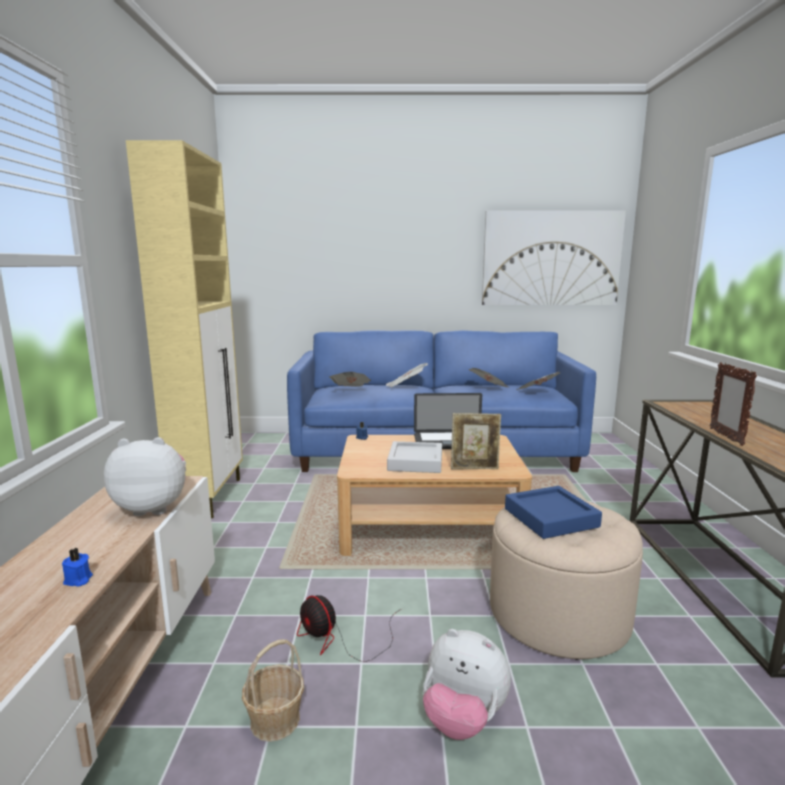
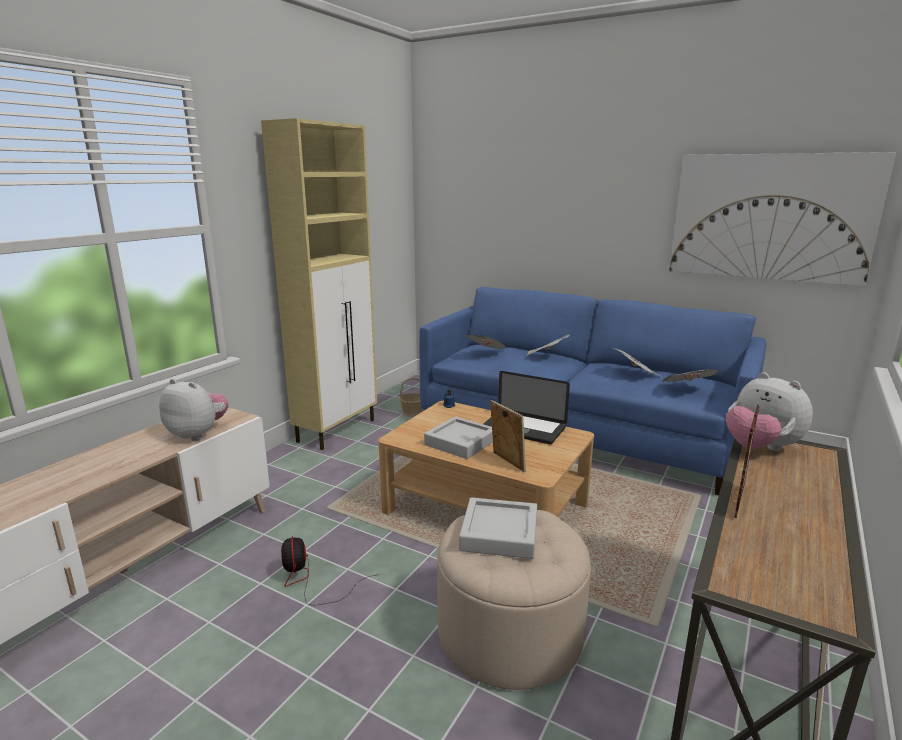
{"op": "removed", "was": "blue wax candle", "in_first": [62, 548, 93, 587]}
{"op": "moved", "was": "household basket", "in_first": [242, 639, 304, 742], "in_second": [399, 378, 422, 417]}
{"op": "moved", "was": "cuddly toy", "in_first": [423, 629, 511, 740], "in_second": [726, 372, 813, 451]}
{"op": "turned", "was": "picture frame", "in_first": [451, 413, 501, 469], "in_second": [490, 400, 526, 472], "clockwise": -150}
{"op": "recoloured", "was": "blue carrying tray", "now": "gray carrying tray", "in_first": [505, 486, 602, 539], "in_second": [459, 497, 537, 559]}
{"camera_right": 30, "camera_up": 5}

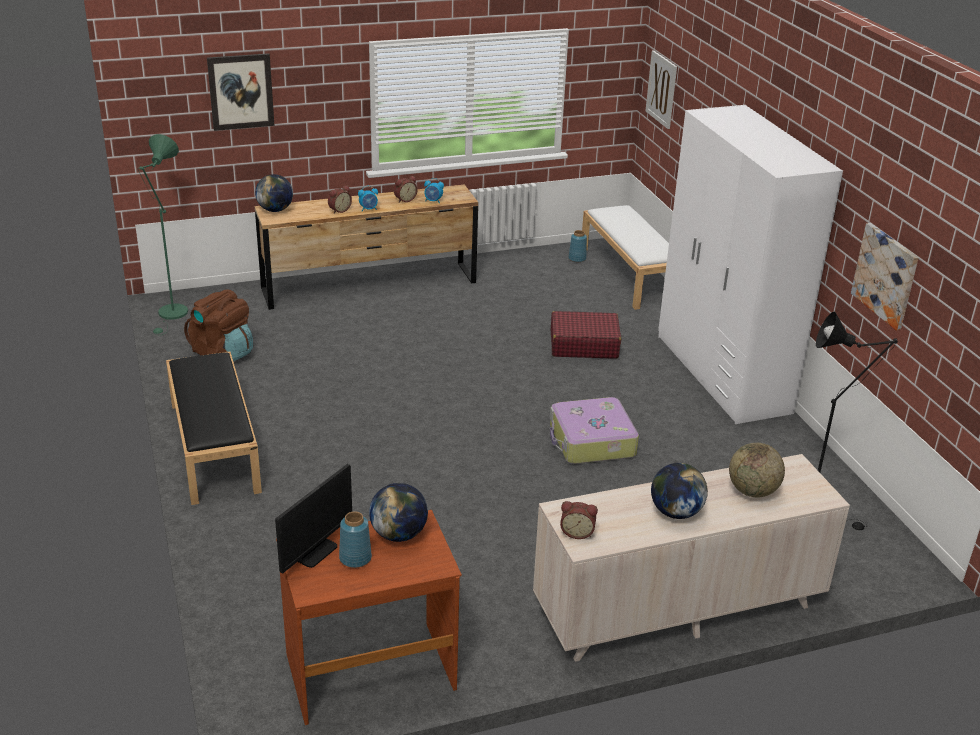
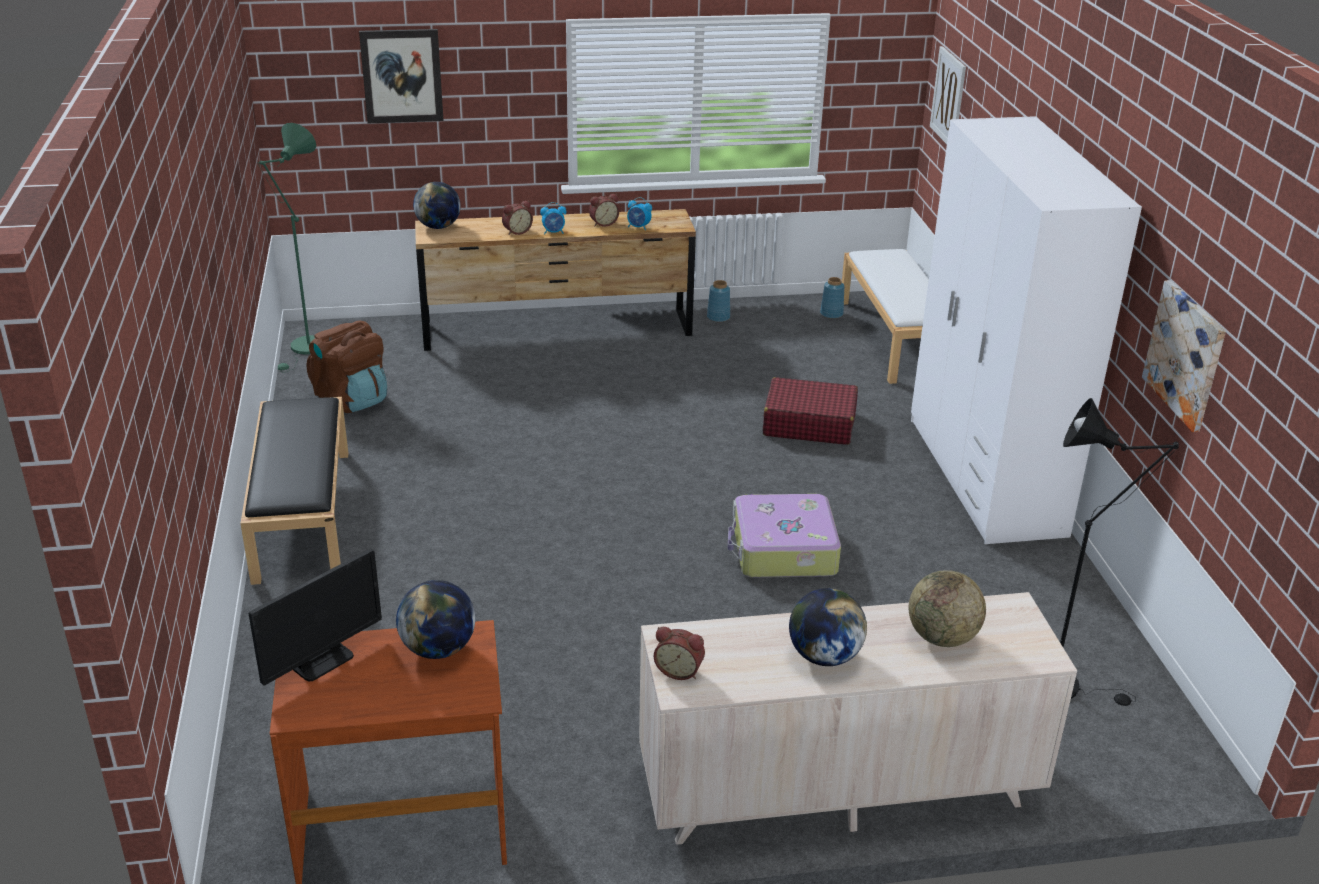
{"op": "moved", "was": "blue decorative vase", "in_first": [339, 511, 372, 568], "in_second": [707, 280, 730, 322]}
{"camera_right": 10, "camera_up": 0}

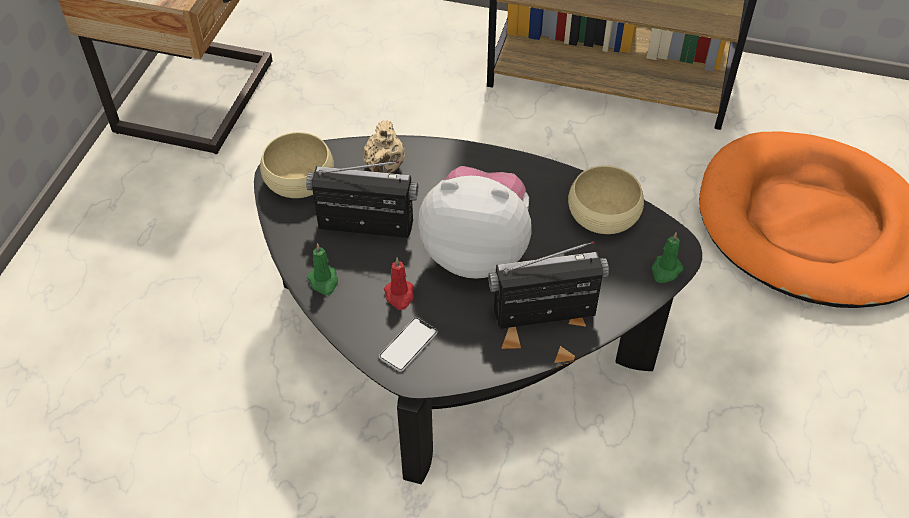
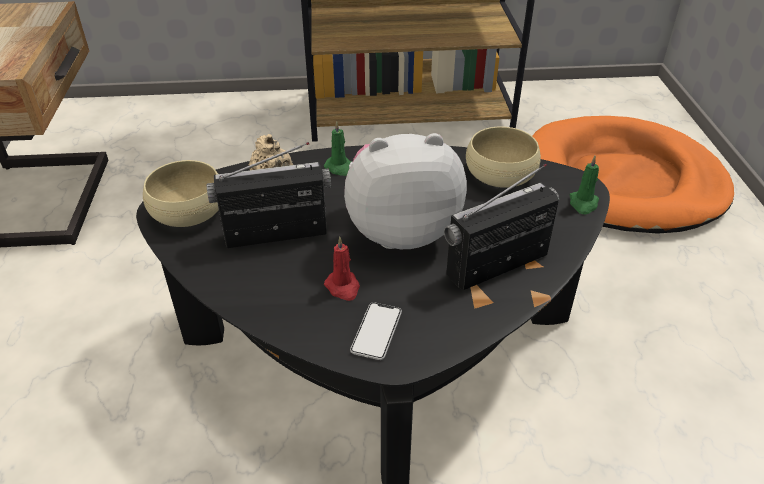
{"op": "moved", "was": "green-coloured wax candle", "in_first": [307, 243, 338, 295], "in_second": [324, 121, 351, 176]}
{"camera_right": -20, "camera_up": -10}

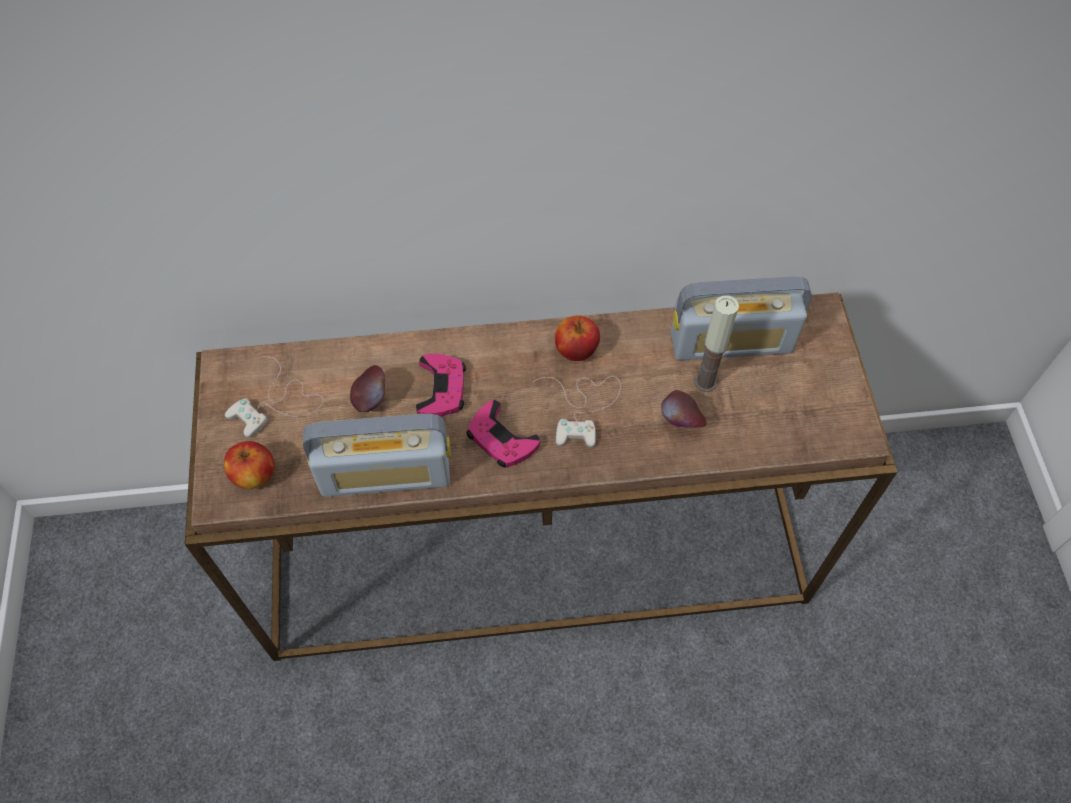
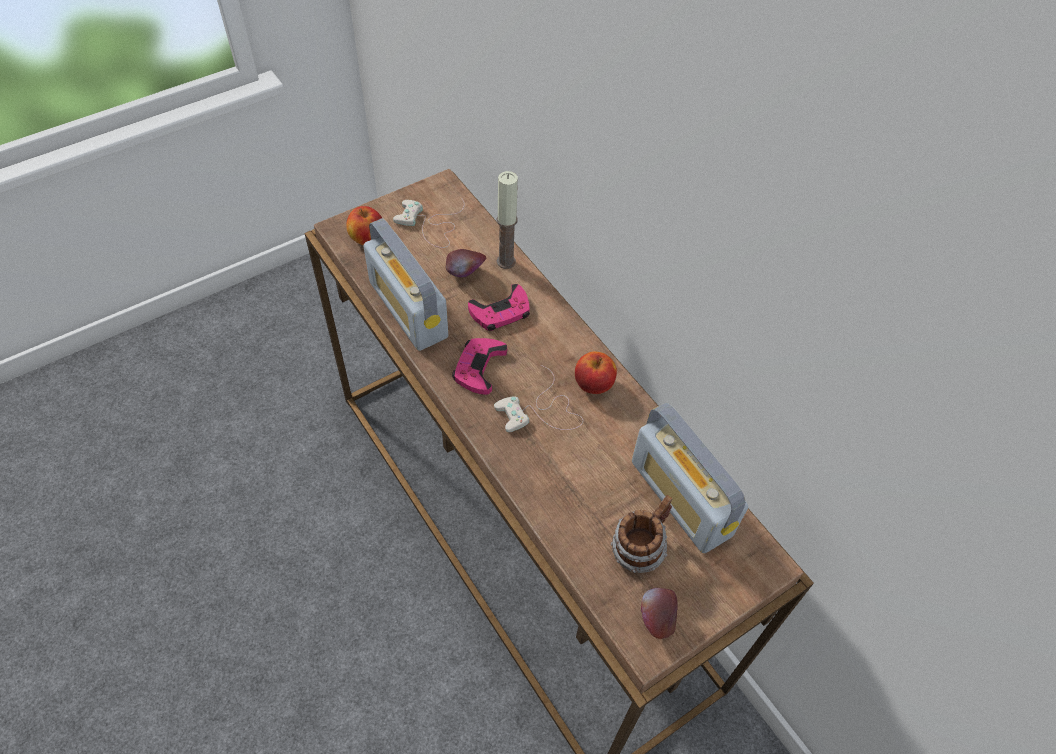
{"op": "moved", "was": "apple fruit", "in_first": [661, 390, 706, 428], "in_second": [641, 588, 678, 639]}
{"op": "moved", "was": "wax candle", "in_first": [694, 295, 739, 392], "in_second": [497, 171, 518, 269]}
{"op": "added", "now": "coffee mug", "in_second": [611, 495, 673, 573]}
{"camera_right": 60, "camera_up": -5}

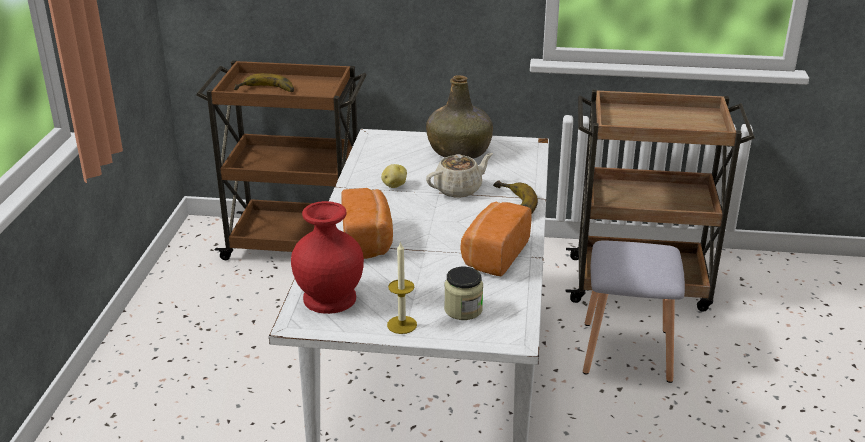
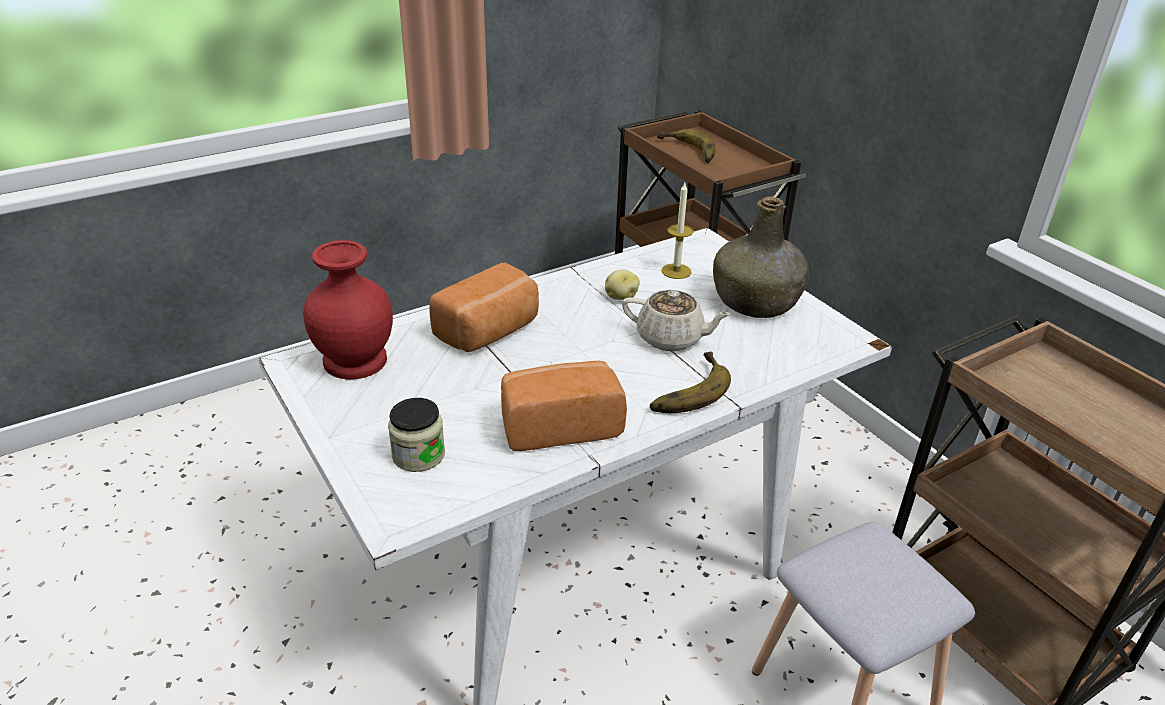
{"op": "moved", "was": "wax candle", "in_first": [387, 241, 417, 334], "in_second": [662, 183, 693, 279]}
{"camera_right": 50, "camera_up": 5}

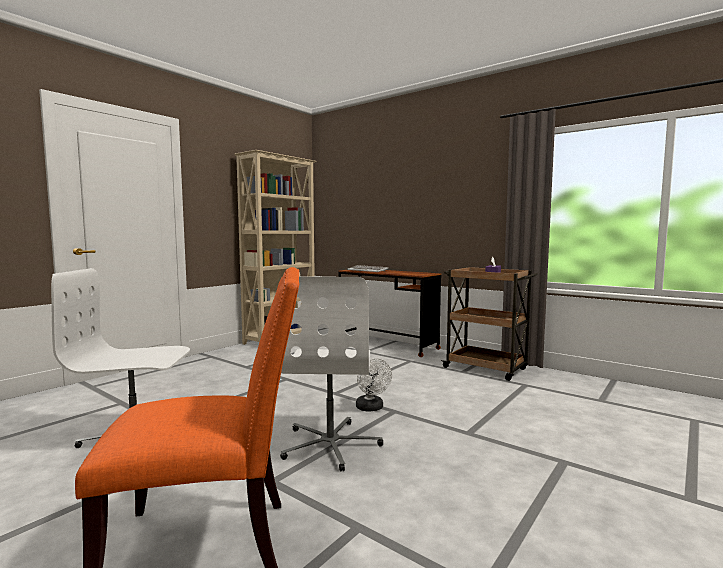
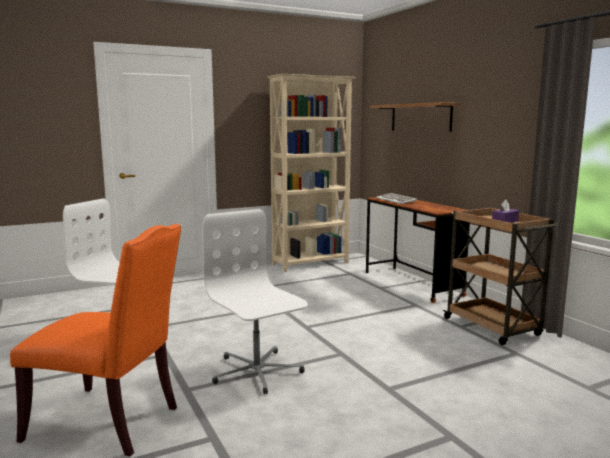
{"op": "turned", "was": "white-coloured office chair", "in_first": [280, 277, 383, 471], "in_second": [202, 209, 308, 394], "clockwise": 120}
{"op": "removed", "was": "white-coloured fan", "in_first": [356, 358, 392, 412]}
{"op": "added", "now": "shelf", "in_second": [370, 102, 461, 132]}
{"camera_right": 25, "camera_up": 5}

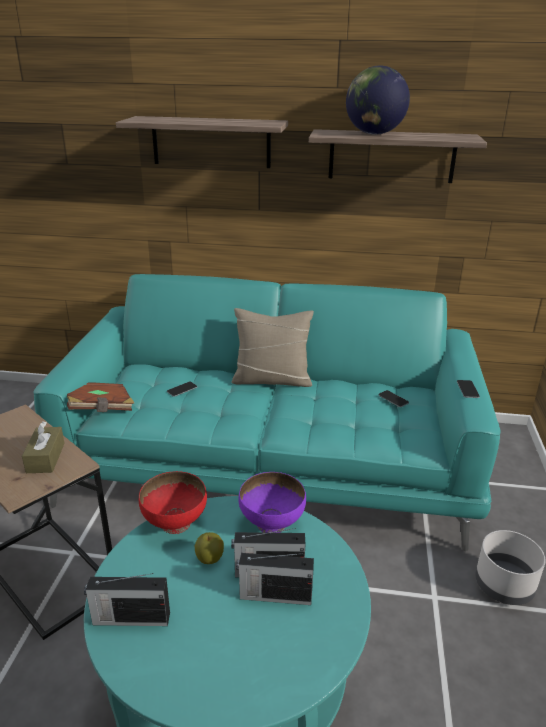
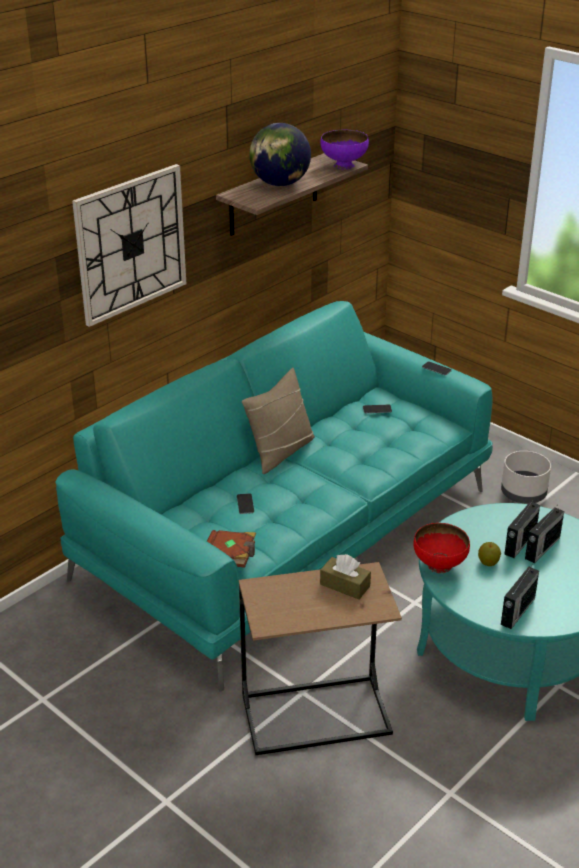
{"op": "replaced", "was": "shelf", "now": "wall clock", "in_first": [116, 116, 288, 168], "in_second": [72, 164, 186, 327]}
{"op": "moved", "was": "purplish deep dish", "in_first": [238, 472, 306, 533], "in_second": [320, 130, 369, 169]}
{"camera_right": -55, "camera_up": 5}

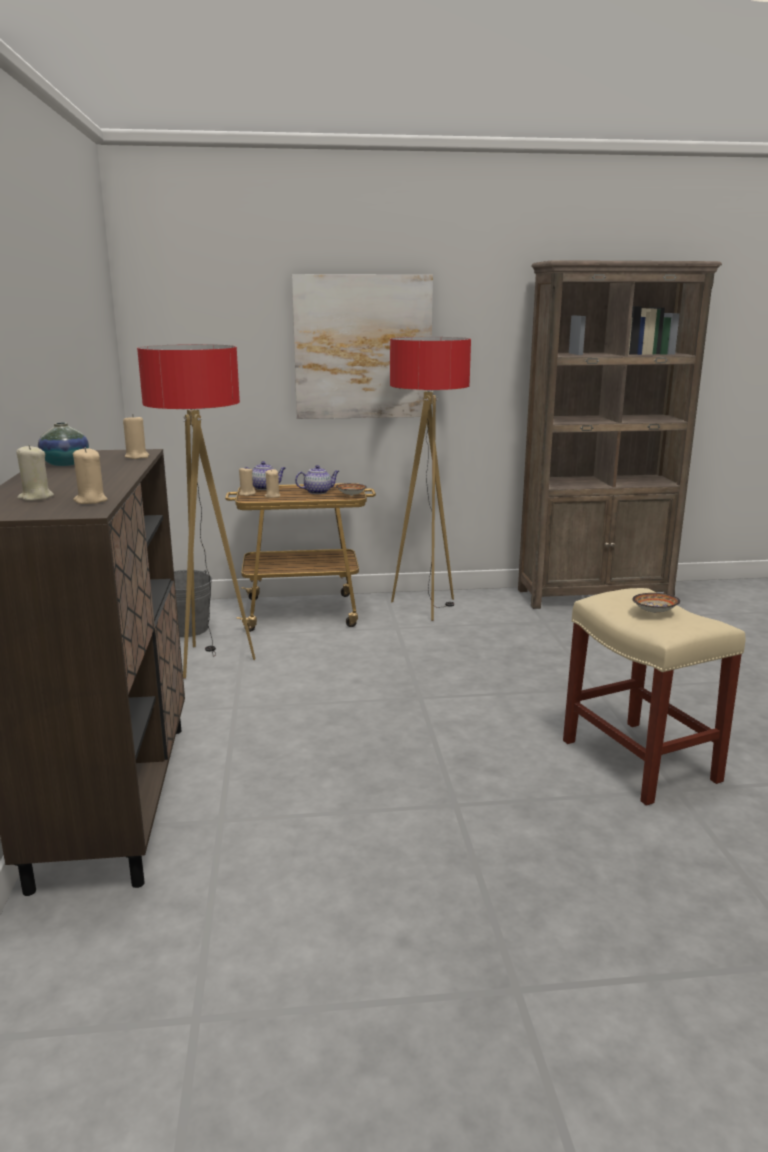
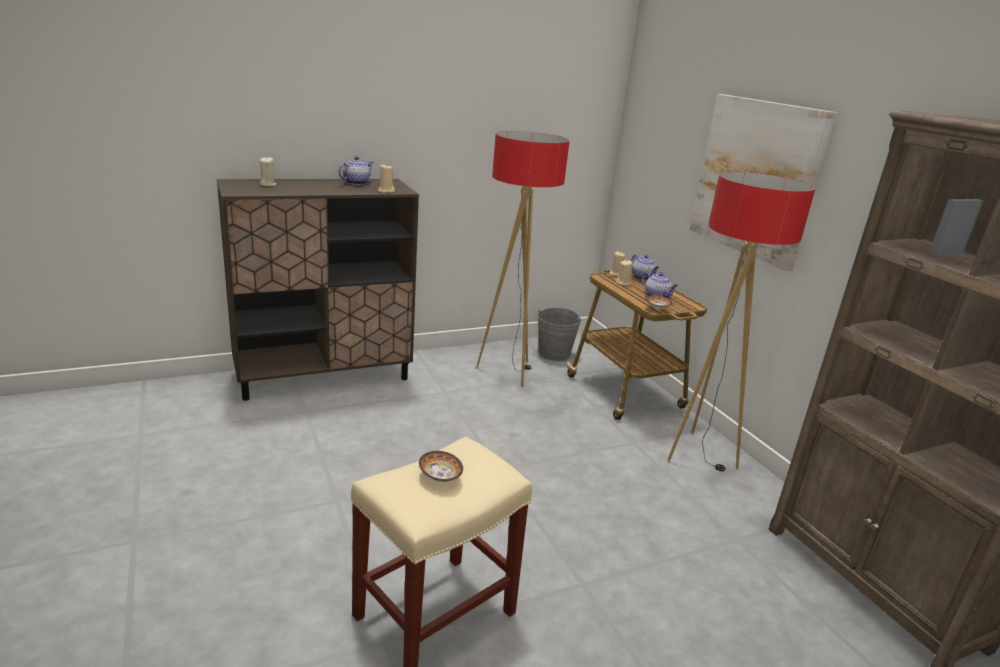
{"op": "replaced", "was": "decorative vase", "now": "tea pot", "in_first": [38, 422, 89, 466], "in_second": [338, 156, 373, 185]}
{"op": "removed", "was": "beige wax candle", "in_first": [73, 447, 108, 504]}
{"camera_right": 70, "camera_up": 5}

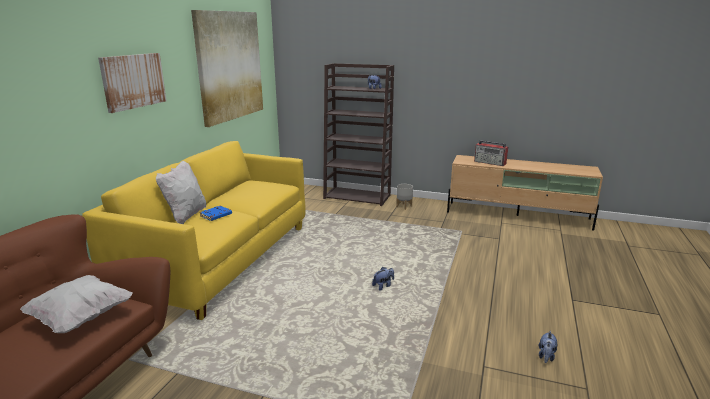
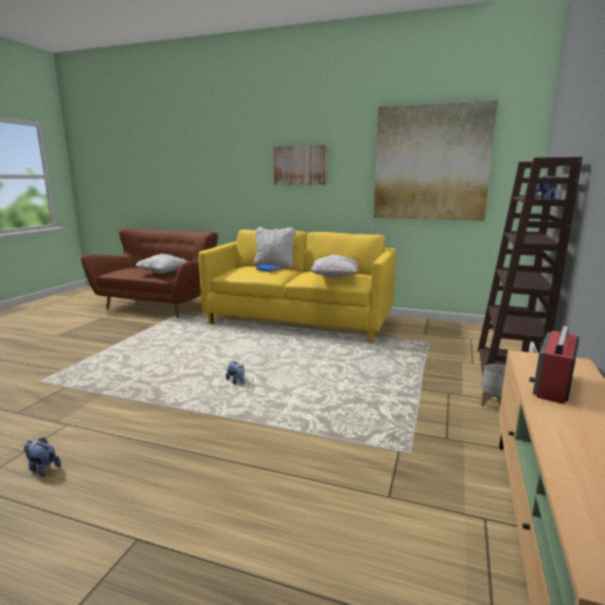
{"op": "added", "now": "white-coloured cushion", "in_second": [310, 255, 359, 278]}
{"camera_right": 90, "camera_up": -5}

